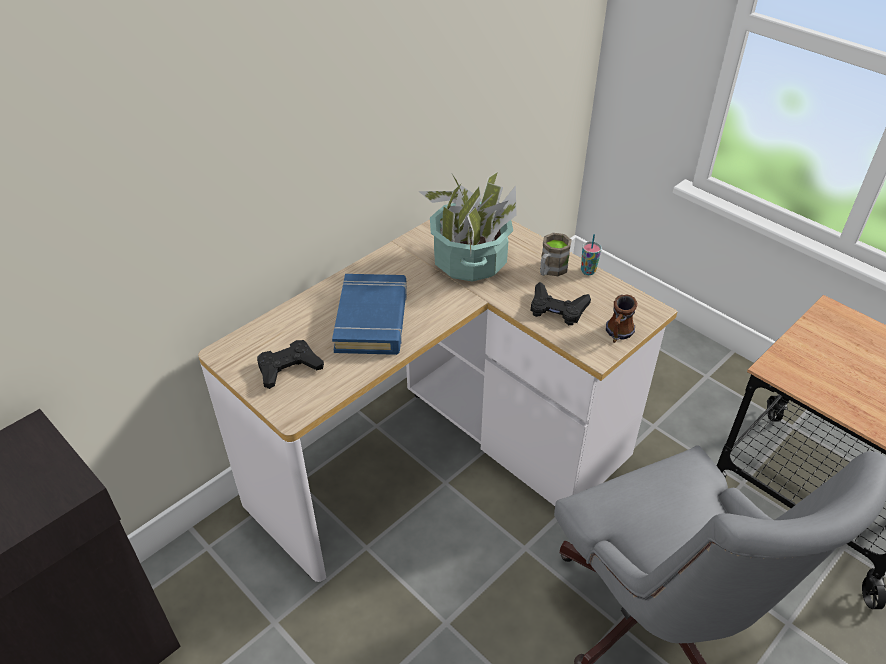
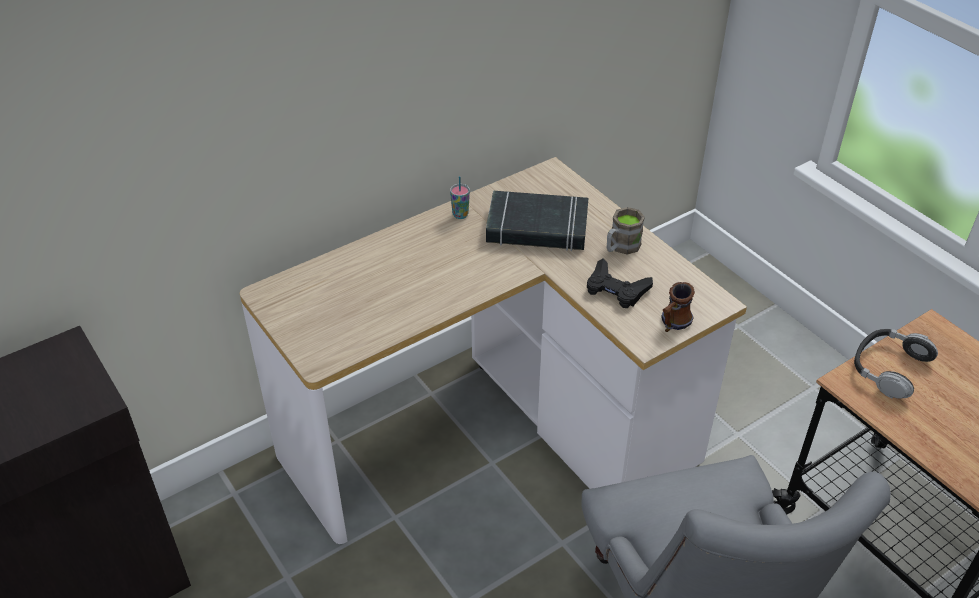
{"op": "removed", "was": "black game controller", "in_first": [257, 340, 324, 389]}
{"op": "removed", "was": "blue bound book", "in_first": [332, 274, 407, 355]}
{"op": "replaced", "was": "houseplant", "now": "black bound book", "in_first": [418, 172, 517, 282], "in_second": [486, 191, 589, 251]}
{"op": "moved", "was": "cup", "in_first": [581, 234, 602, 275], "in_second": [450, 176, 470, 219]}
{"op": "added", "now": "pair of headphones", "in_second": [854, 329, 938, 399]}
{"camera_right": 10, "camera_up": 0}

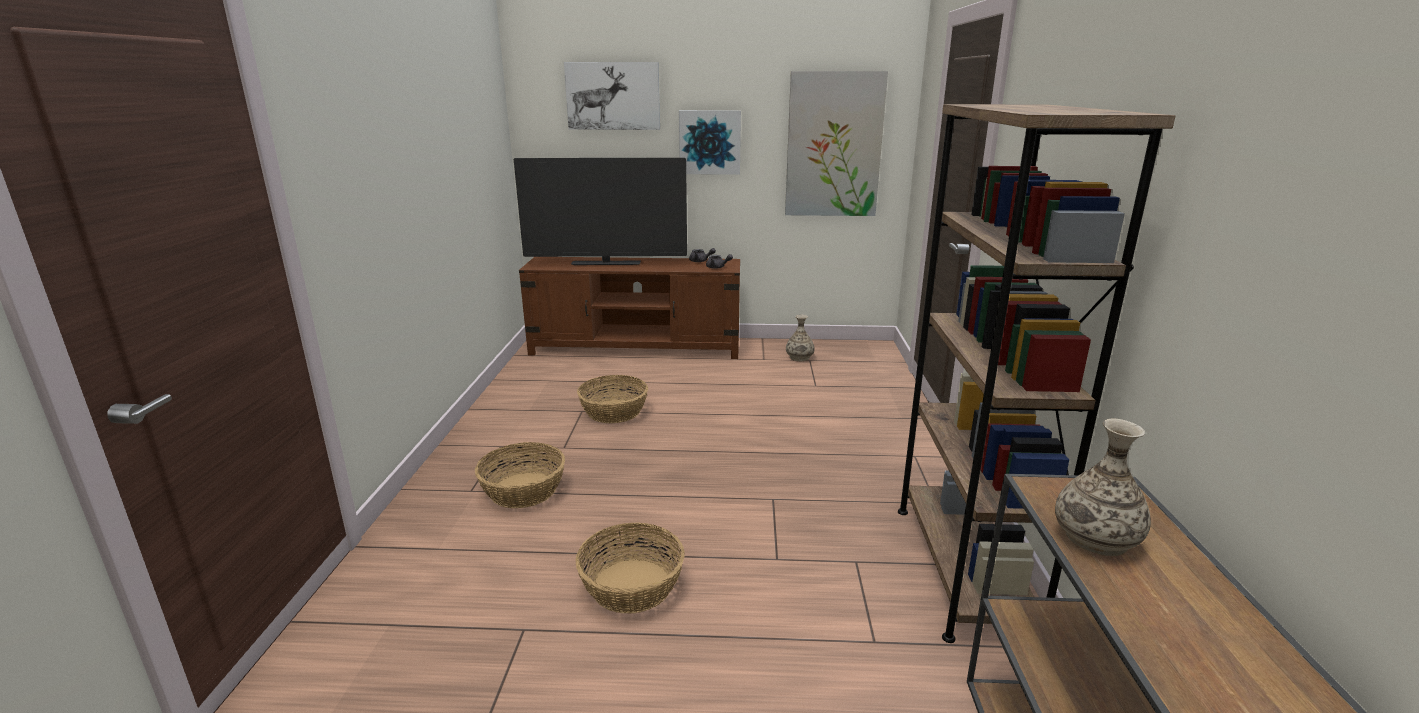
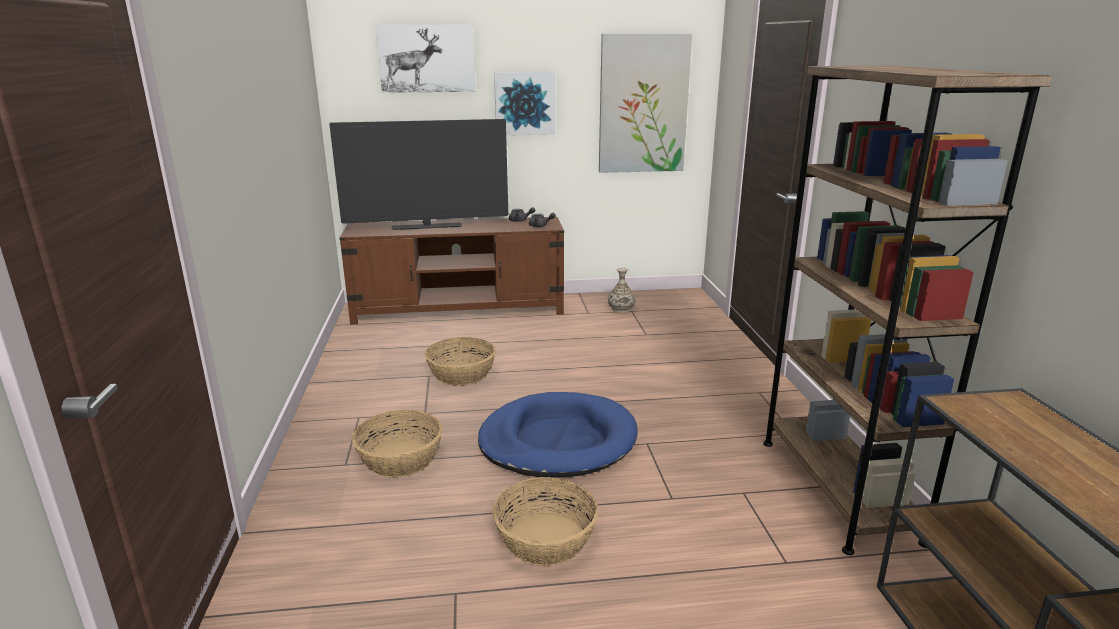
{"op": "removed", "was": "decorative vase", "in_first": [1055, 419, 1151, 556]}
{"op": "added", "now": "blue pet bed", "in_second": [478, 392, 638, 478]}
{"camera_right": -10, "camera_up": 0}

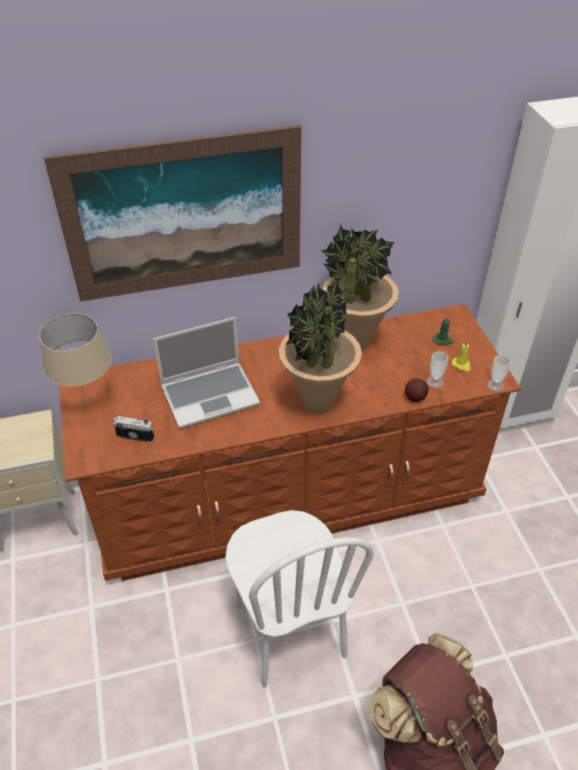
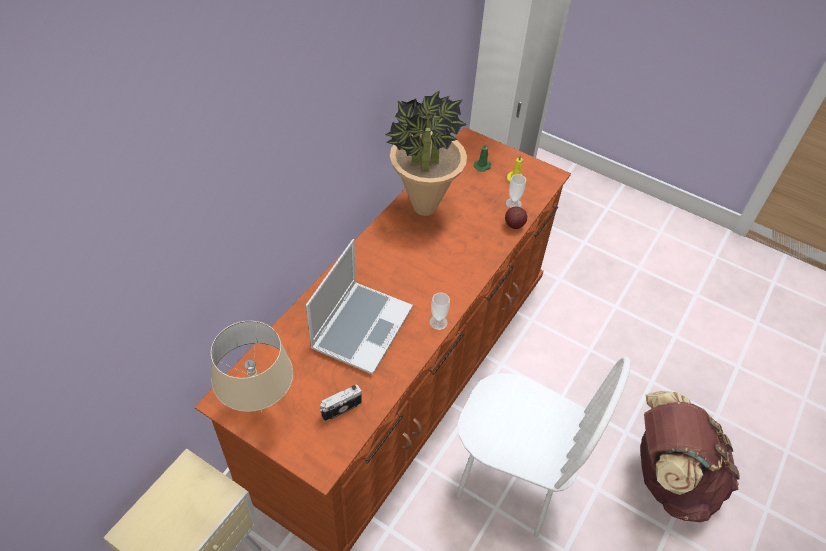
{"op": "removed", "was": "wall picture", "in_first": [44, 125, 301, 302]}
{"op": "removed", "was": "houseplant", "in_first": [279, 279, 362, 414]}
{"op": "moved", "was": "cup", "in_first": [487, 355, 511, 392], "in_second": [429, 293, 450, 330]}
{"camera_right": -45, "camera_up": 5}

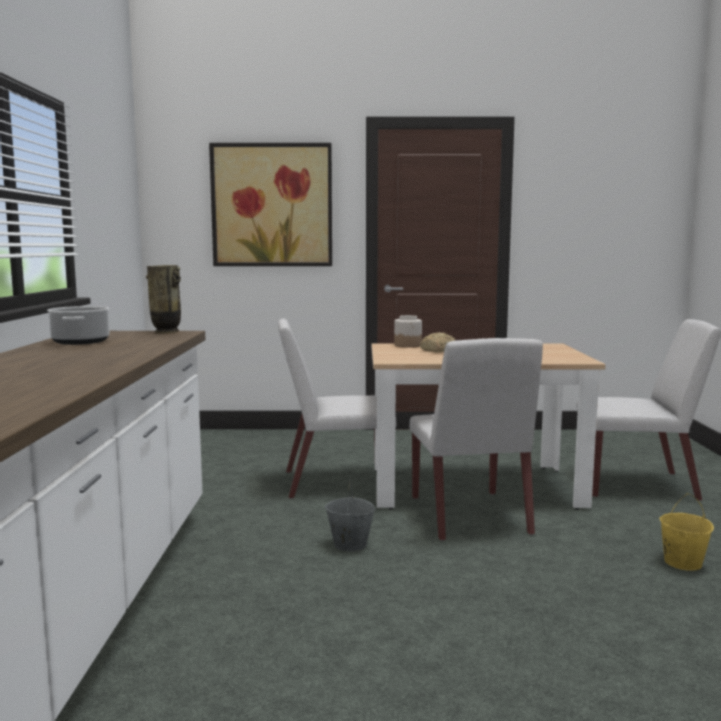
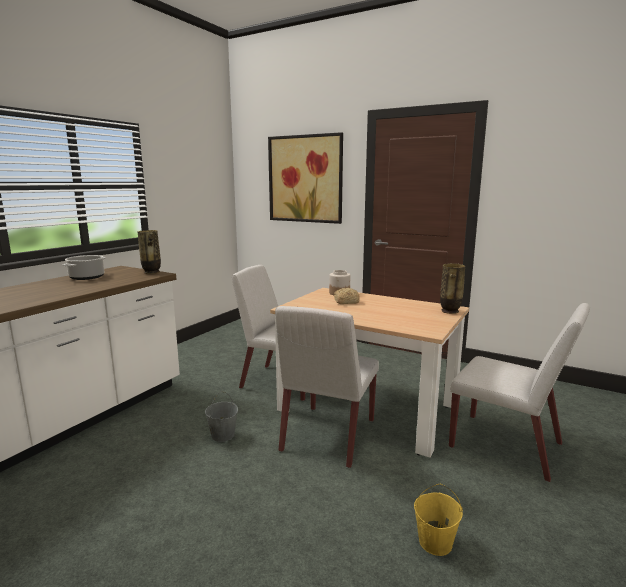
{"op": "added", "now": "decorative vase", "in_second": [440, 263, 465, 314]}
{"camera_right": 30, "camera_up": 5}

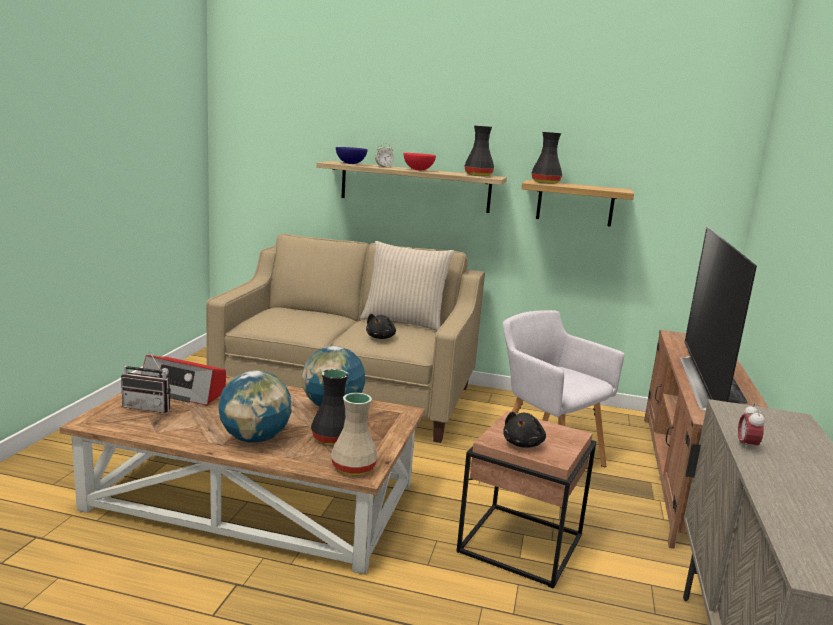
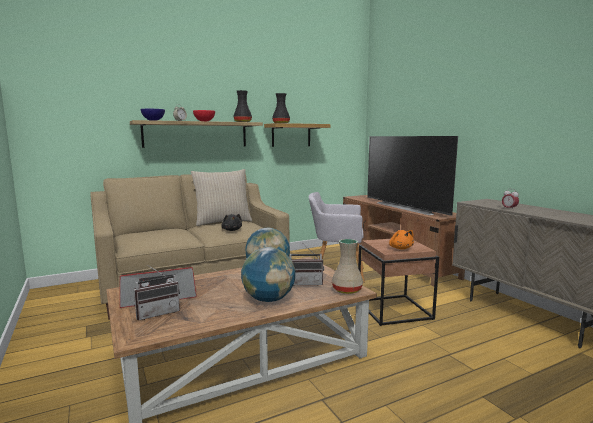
{"op": "replaced", "was": "black decorative vase", "now": "radio set", "in_first": [311, 369, 348, 445], "in_second": [290, 242, 324, 286]}
{"op": "recoloured", "was": "black cuddly toy", "now": "orange-coloured cuddly toy", "in_first": [503, 412, 546, 447], "in_second": [389, 230, 414, 249]}
{"camera_right": -40, "camera_up": -5}

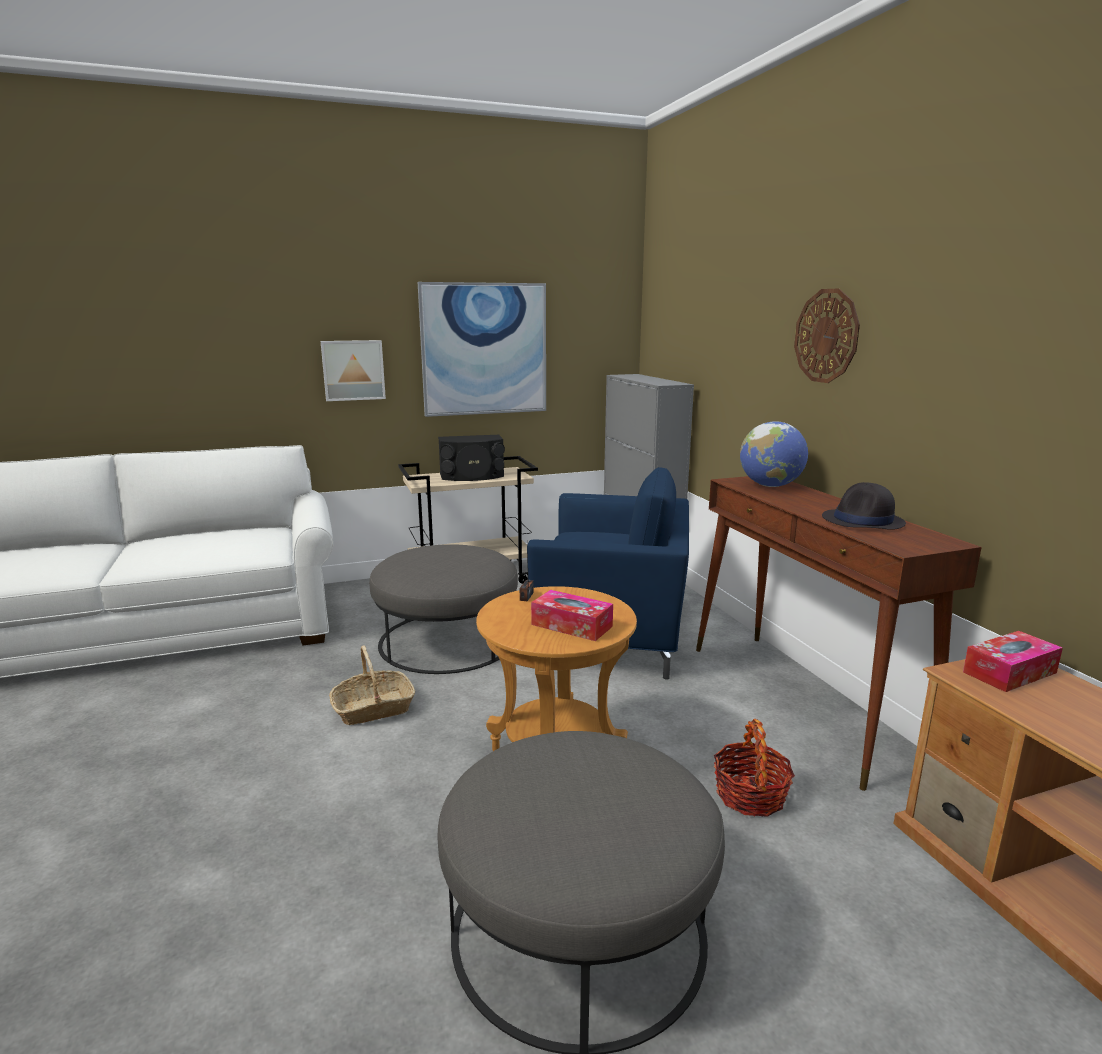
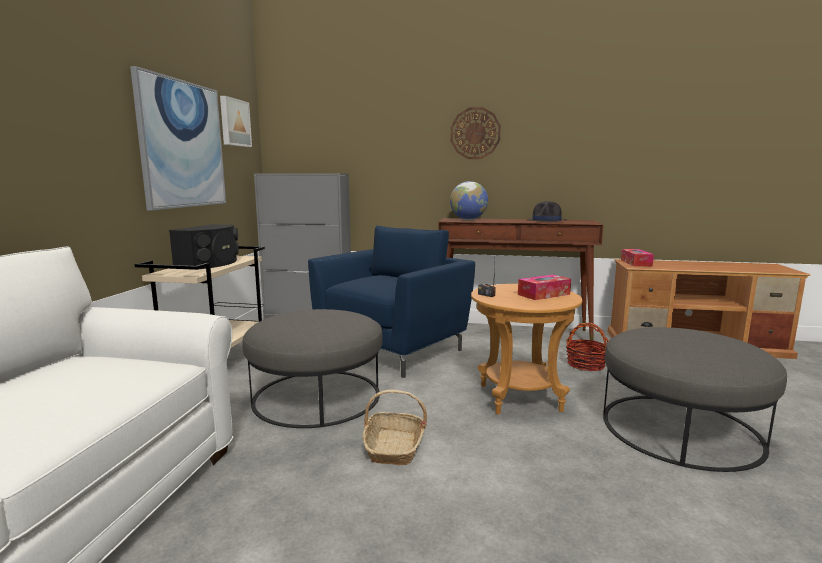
{"op": "moved", "was": "wall picture", "in_first": [321, 340, 386, 401], "in_second": [220, 96, 252, 147]}
{"camera_right": -60, "camera_up": -5}

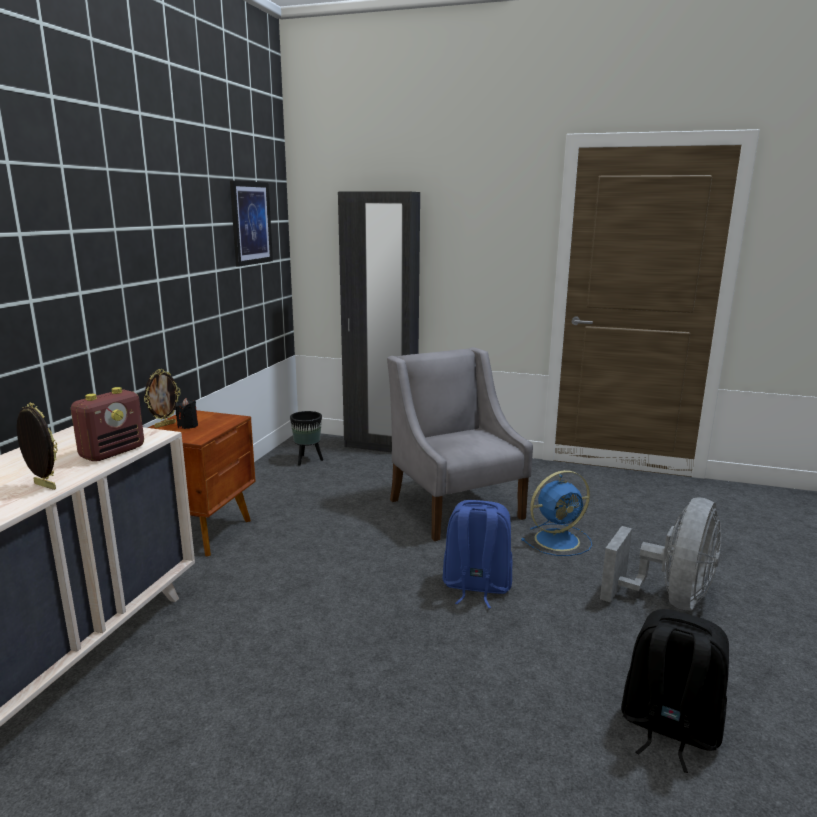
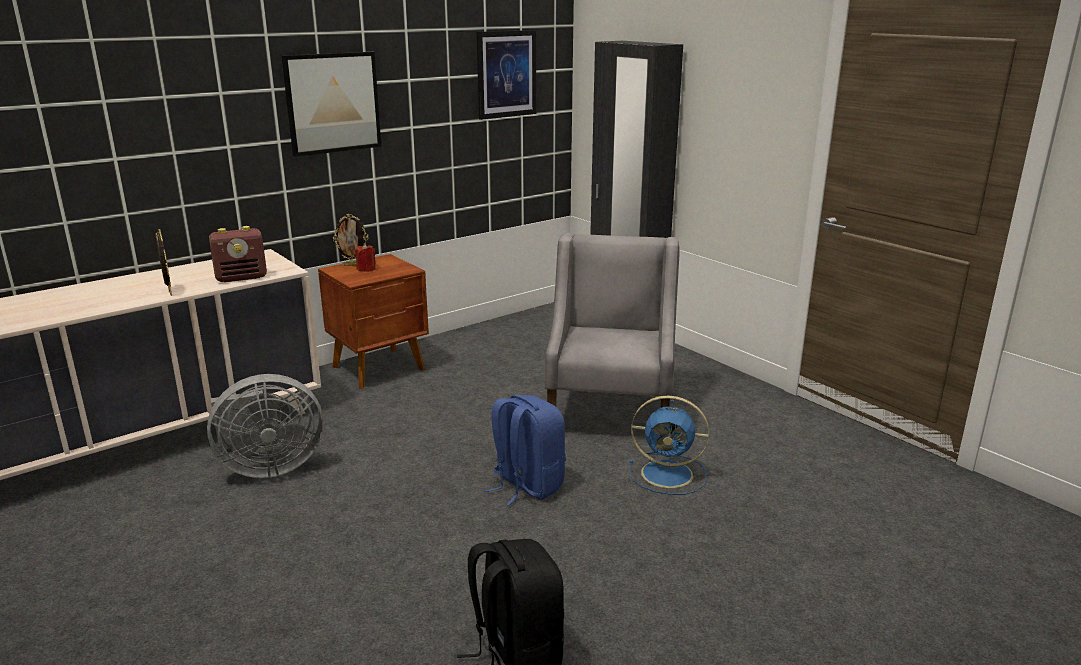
{"op": "recoloured", "was": "black wax candle", "now": "red-coloured wax candle", "in_first": [175, 398, 198, 429], "in_second": [355, 244, 376, 272]}
{"op": "removed", "was": "black plant pot", "in_first": [290, 411, 323, 466]}
{"op": "moved", "was": "gray fan", "in_first": [600, 497, 721, 611], "in_second": [207, 374, 323, 478]}
{"op": "added", "now": "wall picture", "in_second": [282, 52, 381, 157]}
{"camera_right": 35, "camera_up": 5}

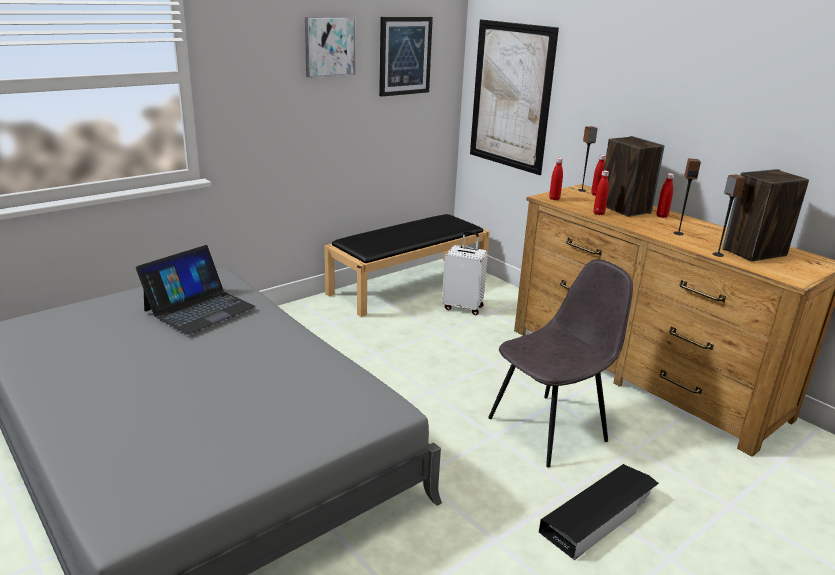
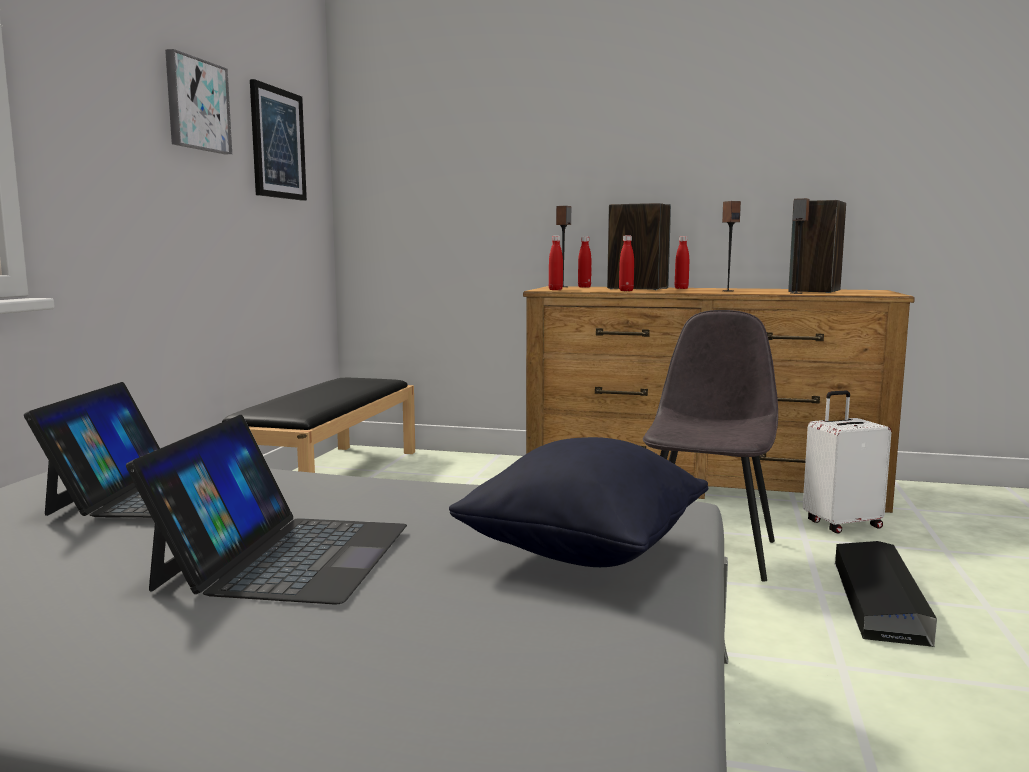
{"op": "moved", "was": "white-coloured suitcase", "in_first": [442, 231, 488, 315], "in_second": [803, 391, 892, 534]}
{"op": "removed", "was": "wall picture", "in_first": [470, 19, 559, 175]}
{"op": "added", "now": "portable computer", "in_second": [126, 415, 407, 605]}
{"op": "added", "now": "black cushion", "in_second": [449, 437, 708, 567]}
{"camera_right": -35, "camera_up": -15}

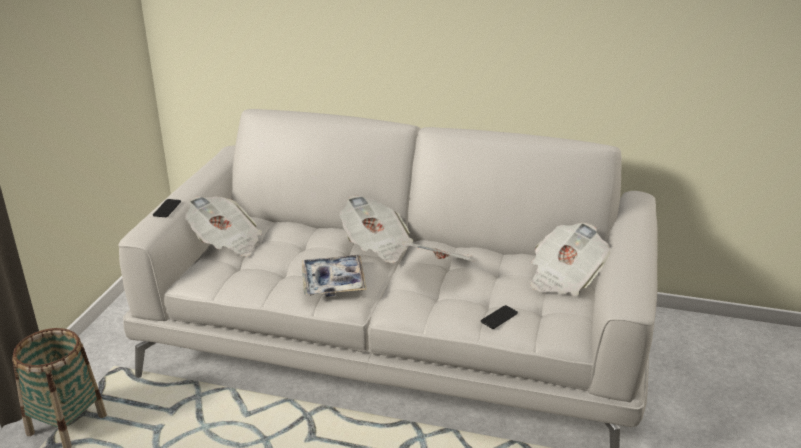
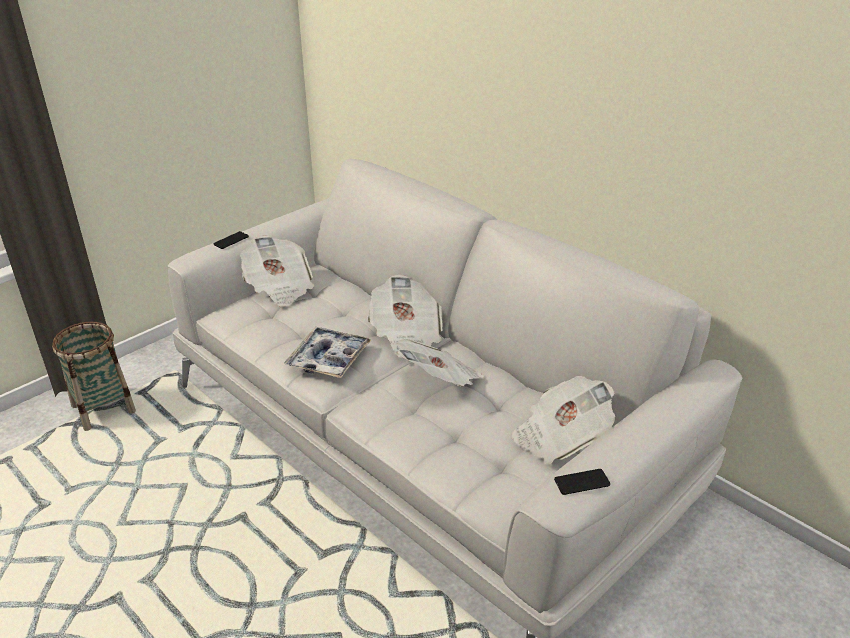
{"op": "moved", "was": "telephone", "in_first": [481, 305, 518, 329], "in_second": [554, 469, 610, 495]}
{"camera_right": 30, "camera_up": 5}

